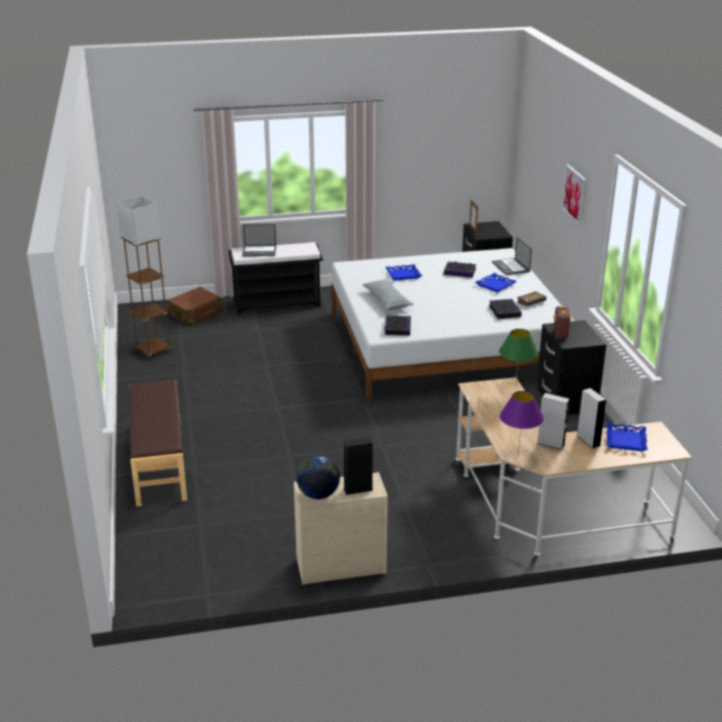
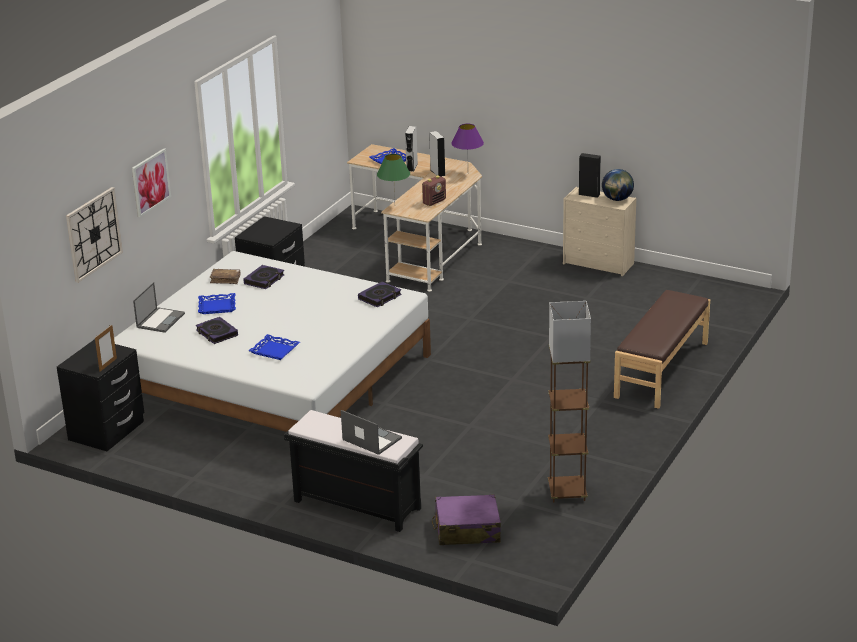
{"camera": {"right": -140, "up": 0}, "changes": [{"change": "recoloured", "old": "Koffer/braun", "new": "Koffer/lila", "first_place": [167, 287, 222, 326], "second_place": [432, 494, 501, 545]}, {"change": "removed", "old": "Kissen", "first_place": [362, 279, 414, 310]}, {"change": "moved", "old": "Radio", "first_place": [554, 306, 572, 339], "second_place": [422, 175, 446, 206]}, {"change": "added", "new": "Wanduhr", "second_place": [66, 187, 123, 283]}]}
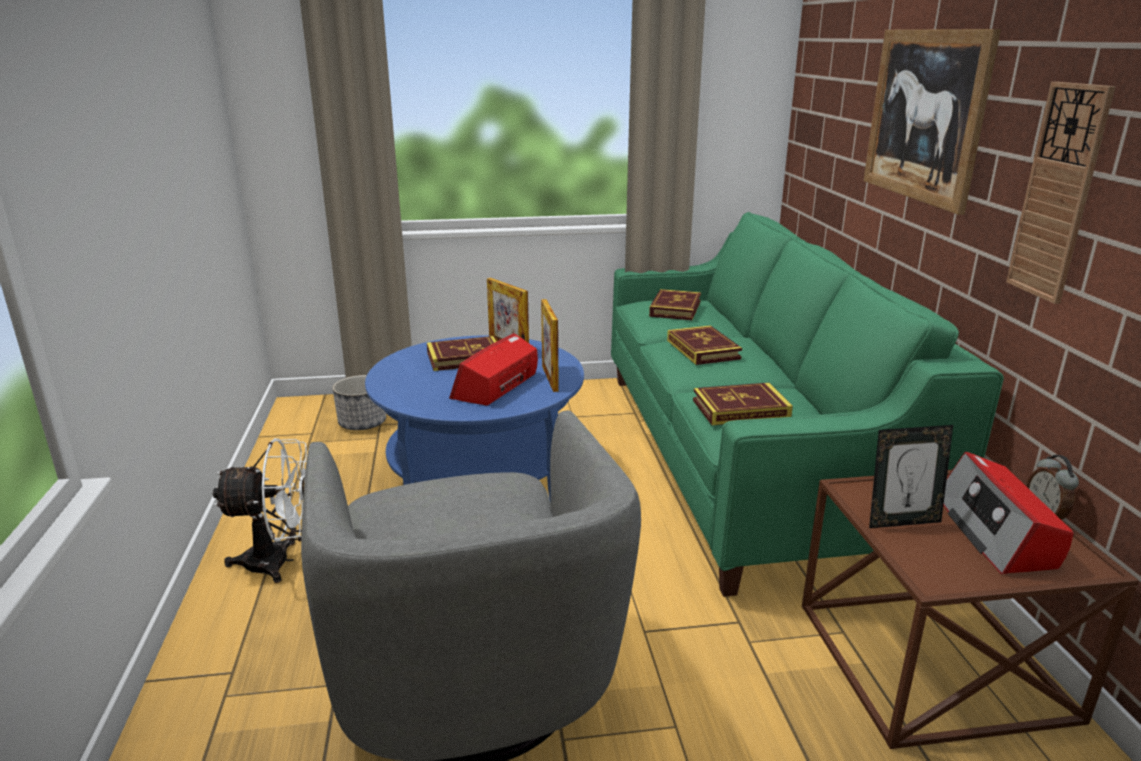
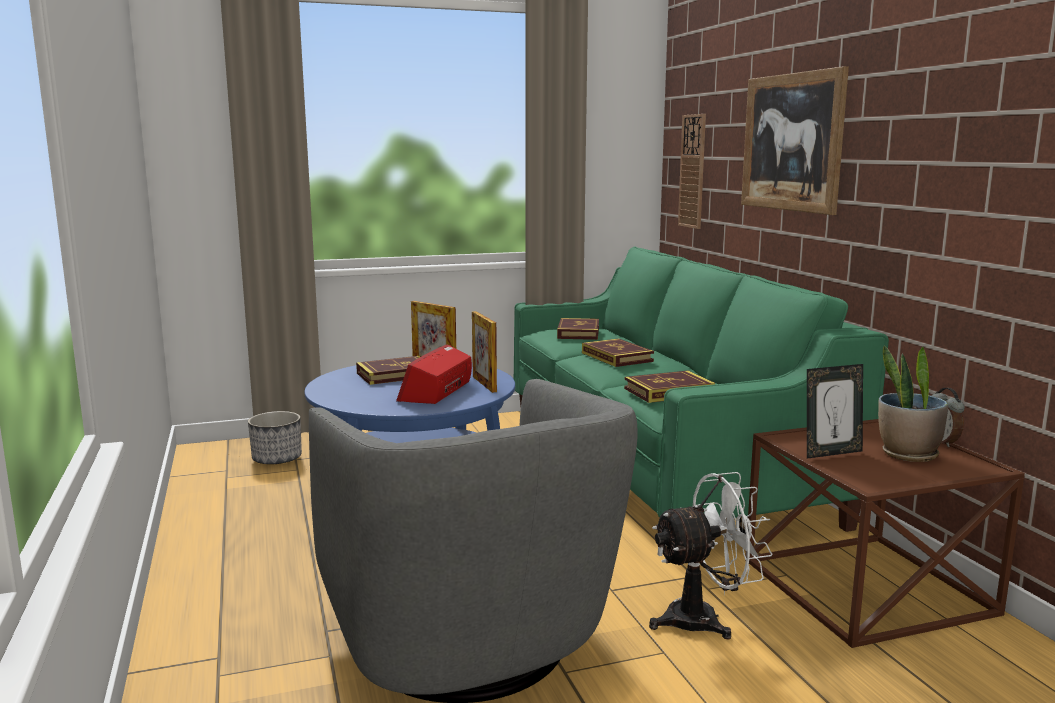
{"camera": {"right": -10, "up": -10}, "changes": [{"change": "moved", "old": "Ventilator/weiß", "first_place": [213, 438, 307, 583], "second_place": [649, 472, 773, 639]}, {"change": "replaced", "old": "Radio", "new": "Topfpflanze", "first_place": [943, 452, 1074, 574], "second_place": [878, 345, 948, 462]}, {"change": "moved", "old": "Wanduhr", "first_place": [1006, 82, 1115, 304], "second_place": [678, 114, 706, 229]}]}
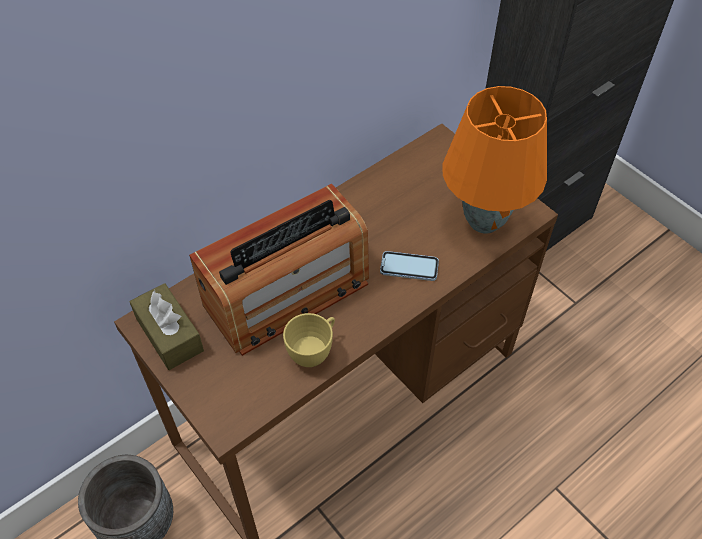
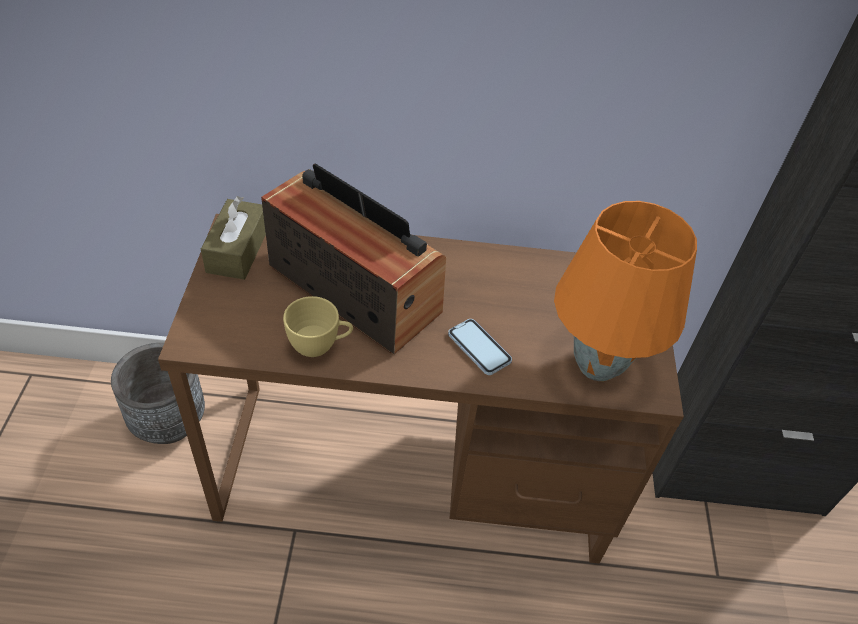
{"camera": {"right": 40, "up": -5}, "changes": [{"change": "turned", "old": "Radio", "first_place": [189, 183, 369, 356], "second_place": [261, 163, 446, 354], "degrees": -150}]}
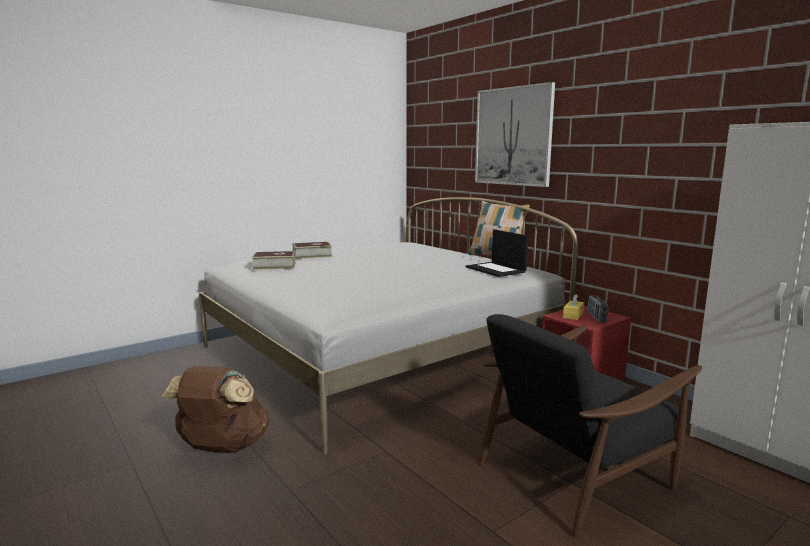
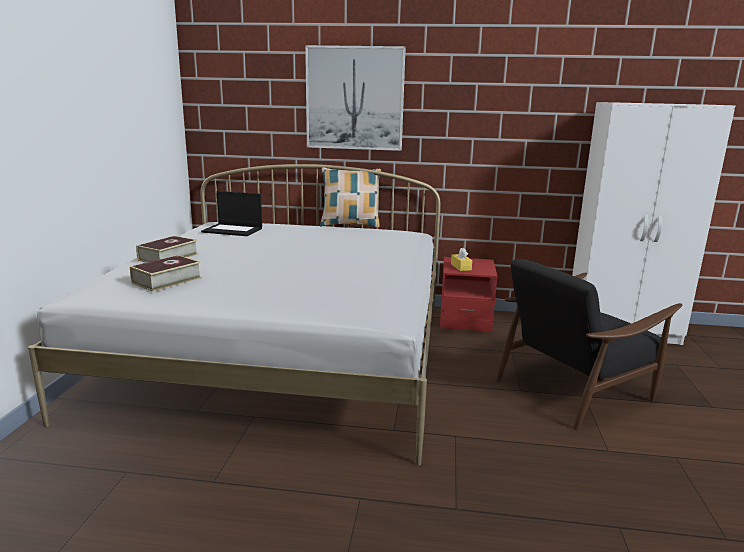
{"camera": {"right": -45, "up": 5}, "changes": [{"change": "removed", "old": "Rucksack/braun", "first_place": [161, 366, 269, 453]}, {"change": "moved", "old": "Laptop", "first_place": [466, 229, 528, 277], "second_place": [201, 191, 262, 236]}, {"change": "turned", "old": "Sessel/schwarz", "first_place": [479, 314, 702, 538], "second_place": [496, 259, 682, 430], "degrees": 45}, {"change": "removed", "old": "Radio", "first_place": [588, 295, 608, 322]}]}
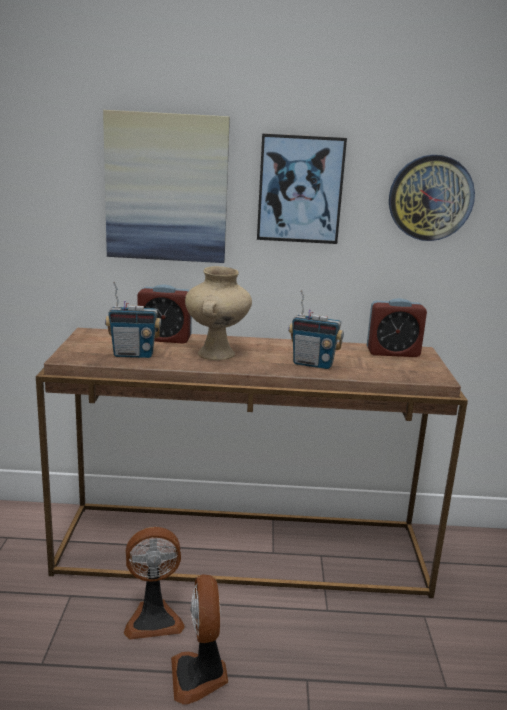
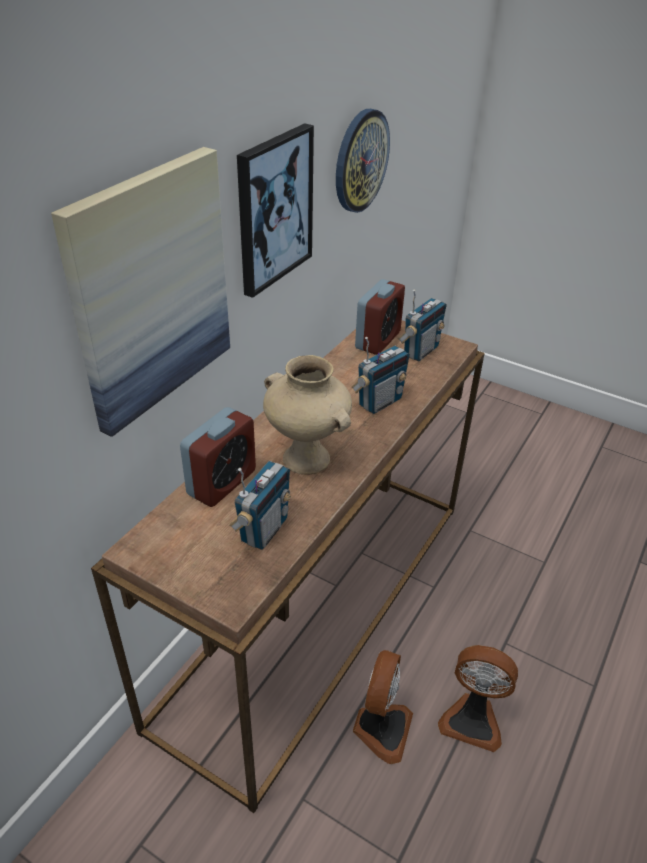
{"camera": {"right": -60, "up": 20}, "changes": [{"change": "added", "new": "Radio", "second_place": [398, 289, 447, 361]}]}
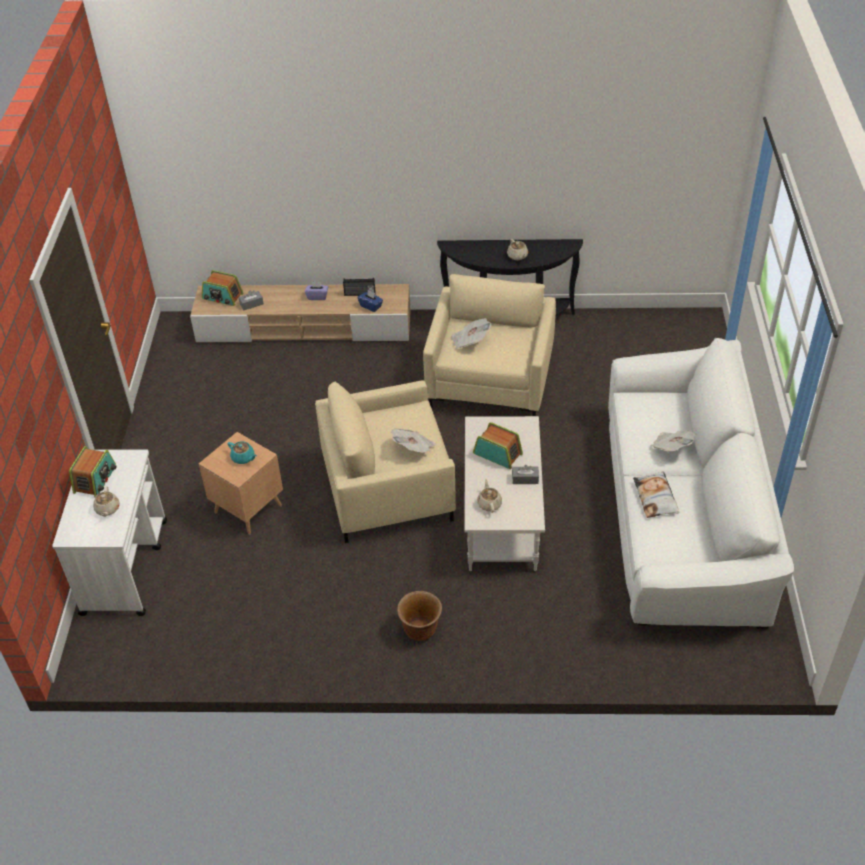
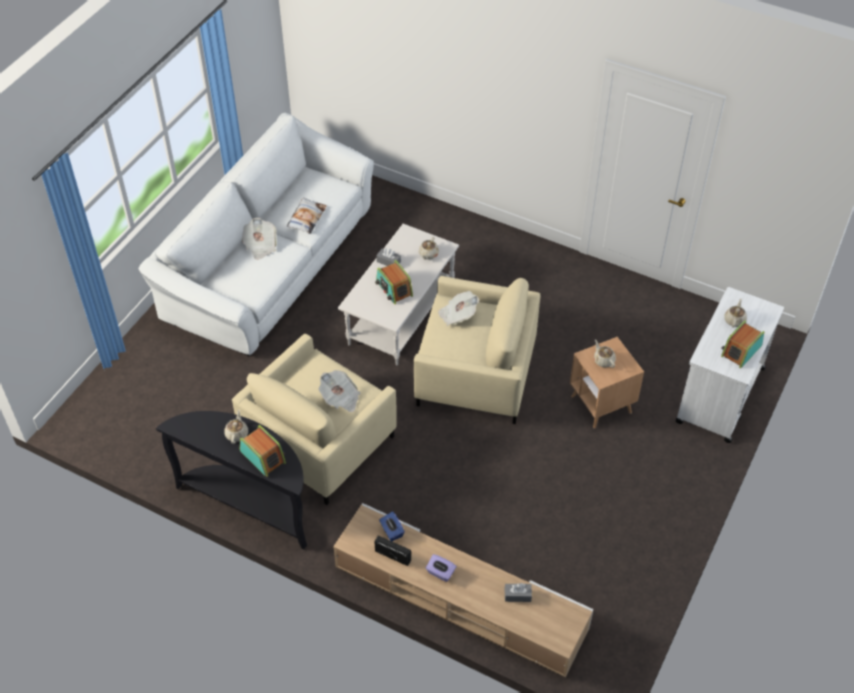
{"camera": {"right": -155, "up": 5}, "changes": [{"change": "moved", "old": "Radio", "first_place": [202, 270, 244, 306], "second_place": [240, 425, 286, 477]}, {"change": "recoloured", "old": "Teekanne/türkis", "new": "Teekanne/beige", "first_place": [228, 441, 257, 464], "second_place": [594, 340, 616, 368]}, {"change": "removed", "old": "Pflanzkübel/braun", "first_place": [397, 591, 442, 641]}]}
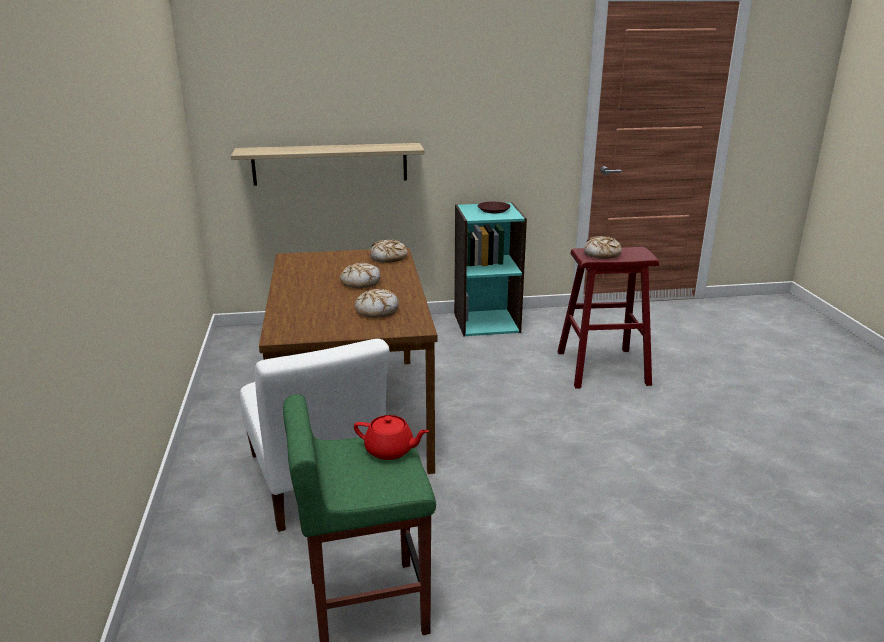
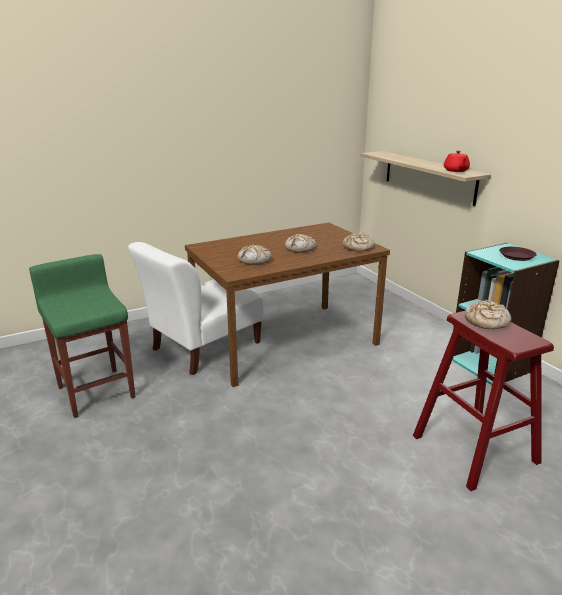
{"camera": {"right": 70, "up": 0}, "changes": [{"change": "moved", "old": "Teekanne/rot", "first_place": [354, 415, 429, 460], "second_place": [444, 151, 470, 172]}]}
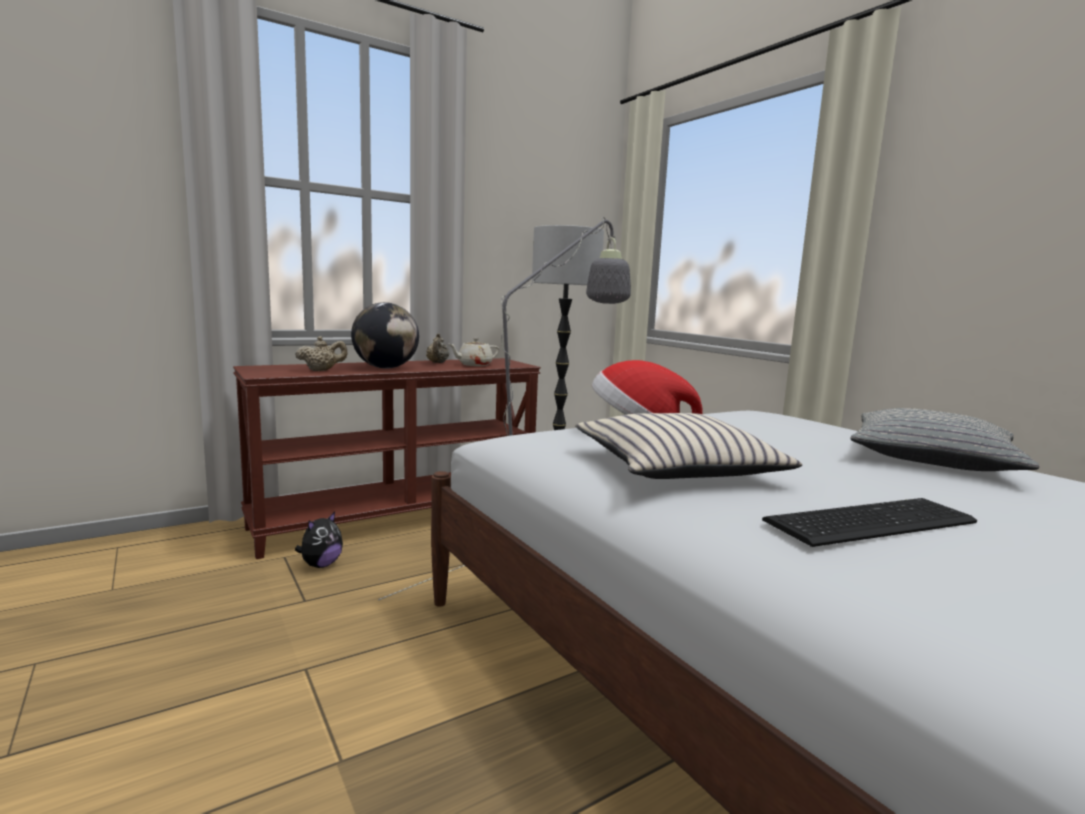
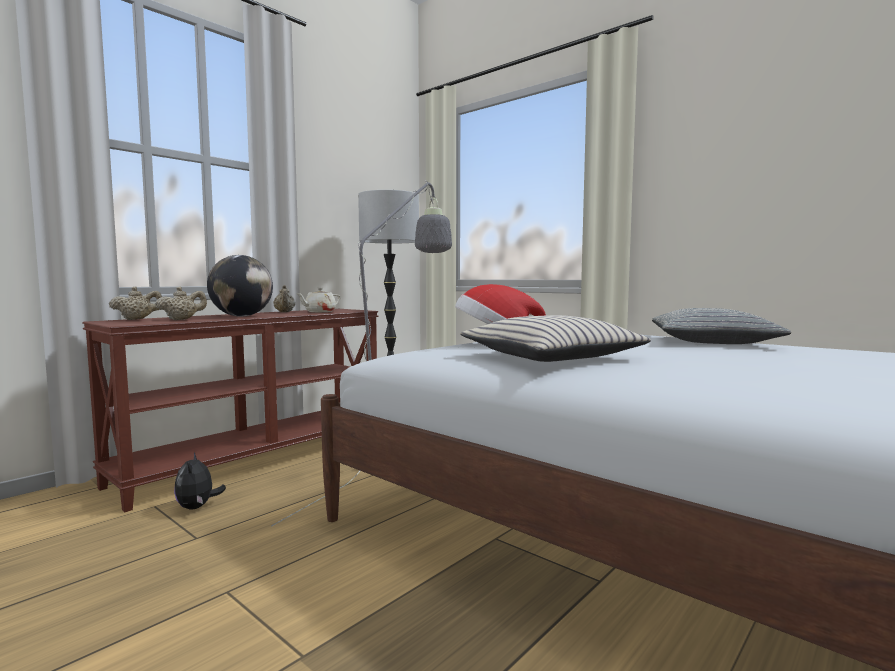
{"camera": {"right": -15, "up": -5}, "changes": [{"change": "turned", "old": "Plüschtier", "first_place": [295, 512, 343, 568], "second_place": [174, 453, 226, 510], "degrees": 150}, {"change": "removed", "old": "Tastatur", "first_place": [762, 498, 977, 547]}, {"change": "added", "new": "Teekanne/beige", "second_place": [109, 286, 162, 320]}]}
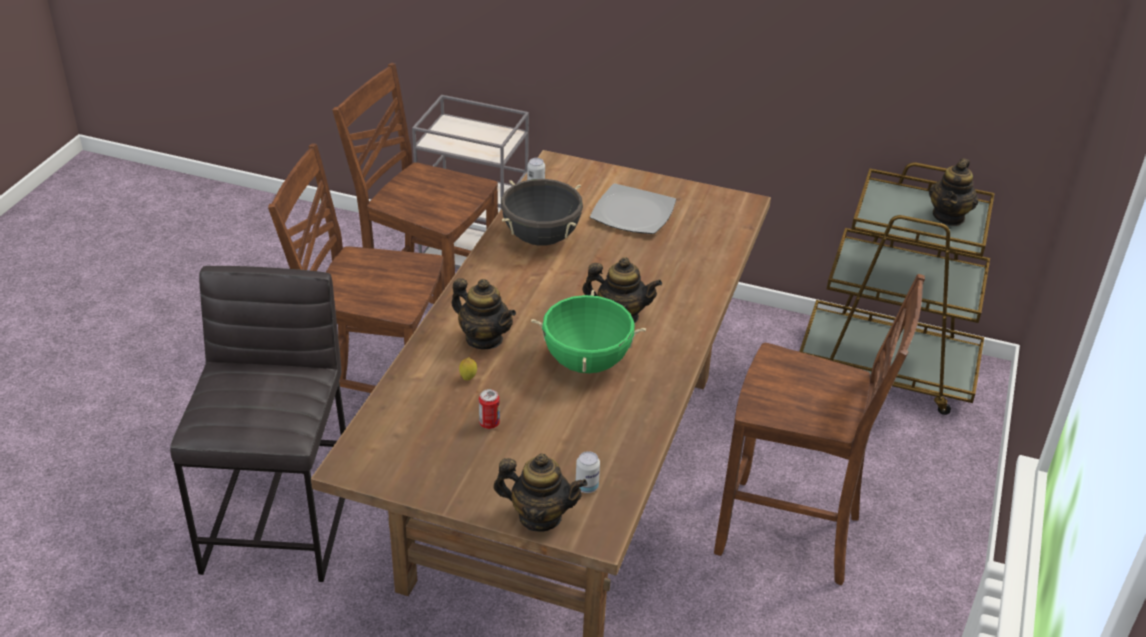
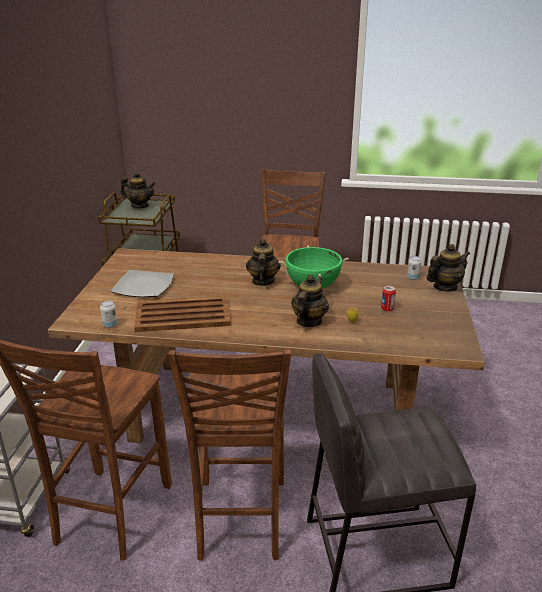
{"camera": {"right": -100, "up": -10}, "changes": [{"change": "turned", "old": "Teekanne", "first_place": [493, 453, 588, 532], "second_place": [427, 244, 470, 292], "degrees": 60}, {"change": "replaced", "old": "Kochtopf/schwarz", "new": "Tablett/braun", "first_place": [501, 179, 583, 246], "second_place": [134, 296, 231, 332]}]}
